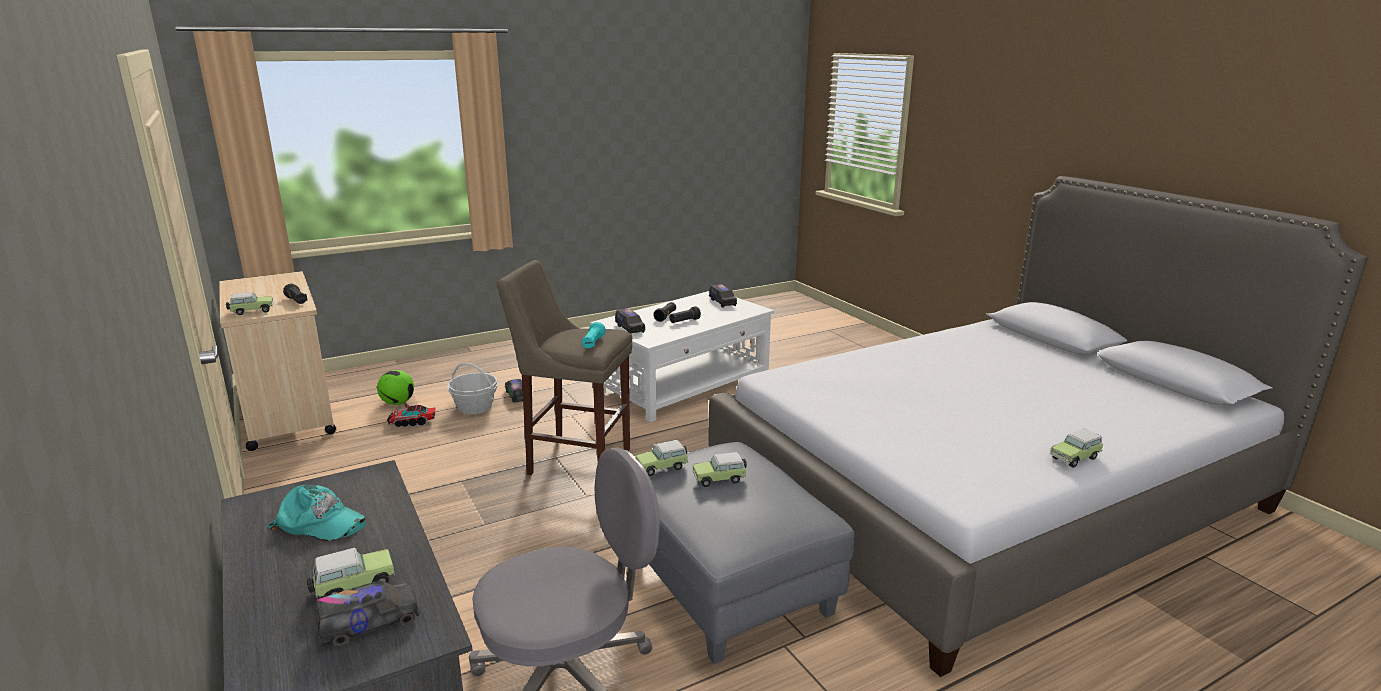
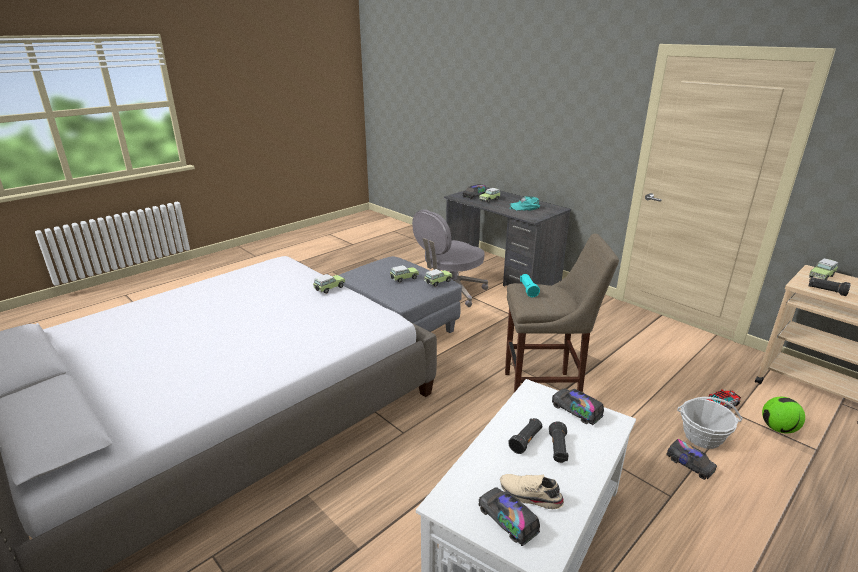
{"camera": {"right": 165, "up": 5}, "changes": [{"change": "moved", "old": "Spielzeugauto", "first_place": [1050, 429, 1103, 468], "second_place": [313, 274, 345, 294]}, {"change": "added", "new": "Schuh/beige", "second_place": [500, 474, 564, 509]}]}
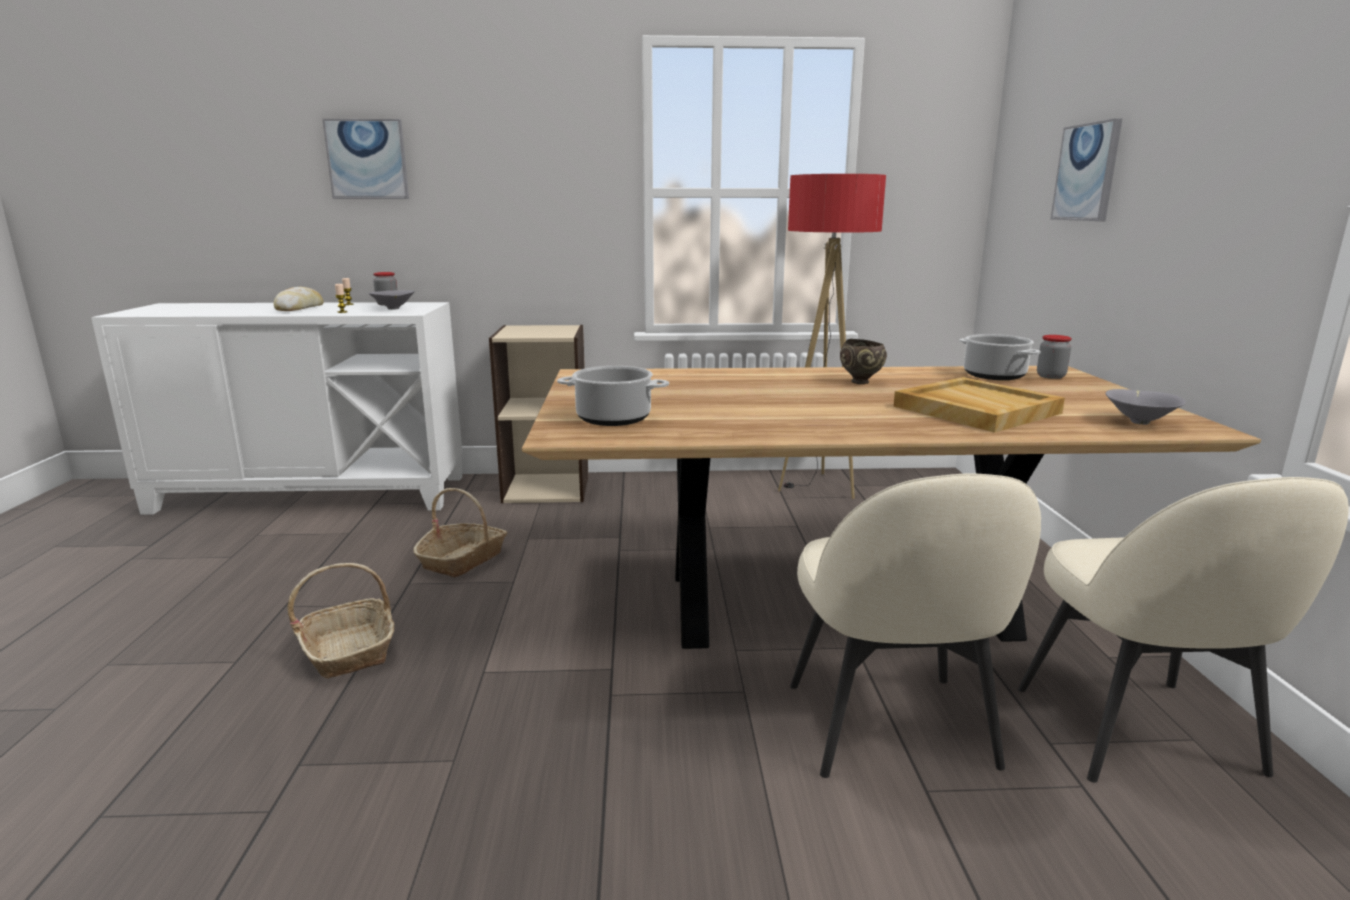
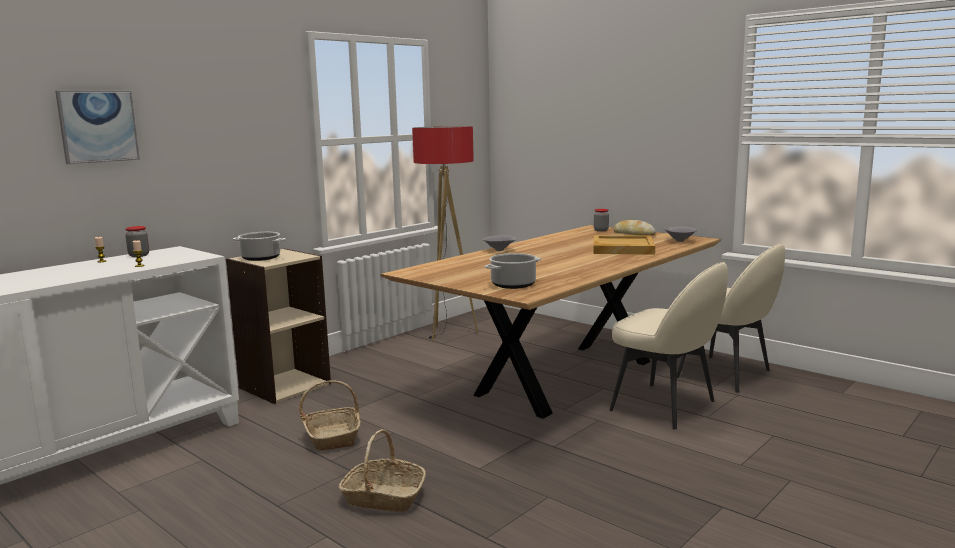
{"camera": {"right": -45, "up": -5}, "changes": [{"change": "moved", "old": "Brot", "first_place": [274, 287, 324, 311], "second_place": [613, 220, 656, 236]}, {"change": "moved", "old": "Schüssel/grau", "first_place": [368, 290, 415, 310], "second_place": [483, 235, 517, 251]}, {"change": "removed", "old": "Schüssel/braun", "first_place": [840, 339, 887, 384]}, {"change": "moved", "old": "Kochtopf", "first_place": [959, 334, 1041, 380], "second_place": [233, 232, 286, 261]}, {"change": "removed", "old": "Bild", "first_place": [1051, 118, 1123, 221]}]}
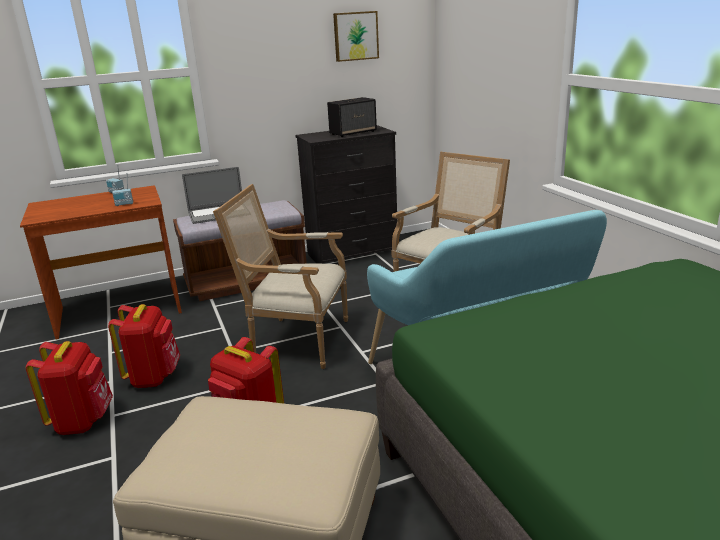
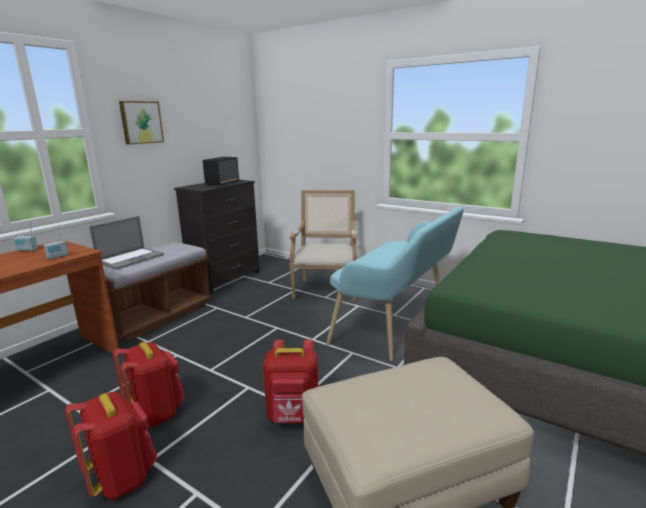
{"camera": {"right": -35, "up": -5}, "changes": [{"change": "removed", "old": "Sessel", "first_place": [213, 184, 348, 369]}, {"change": "moved", "old": "Bild", "first_place": [333, 11, 379, 62], "second_place": [119, 101, 164, 145]}]}
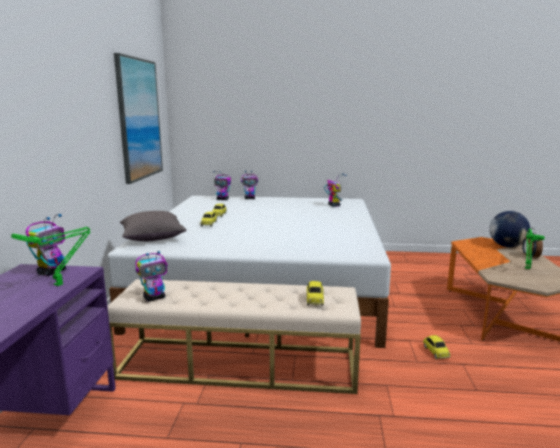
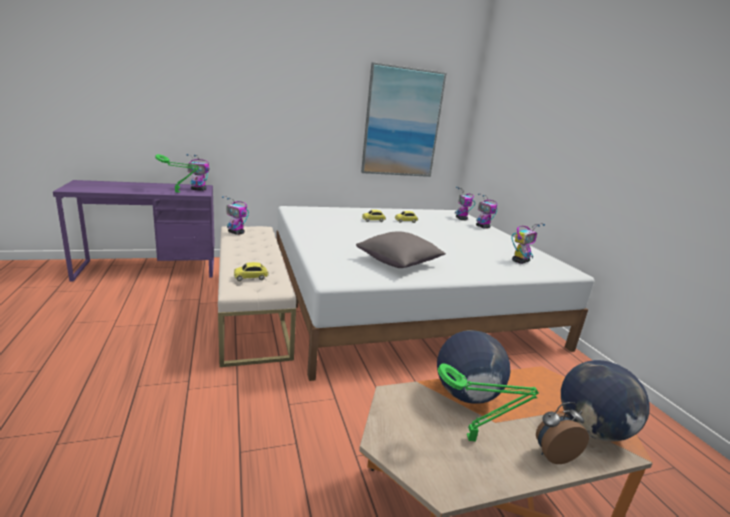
{"camera": {"right": 65, "up": 5}, "changes": [{"change": "moved", "old": "Kissen/grau", "first_place": [120, 211, 187, 241], "second_place": [356, 231, 446, 268]}, {"change": "removed", "old": "Spielzeugauto", "first_place": [423, 335, 451, 359]}, {"change": "added", "new": "Globus", "second_place": [437, 330, 510, 404]}]}
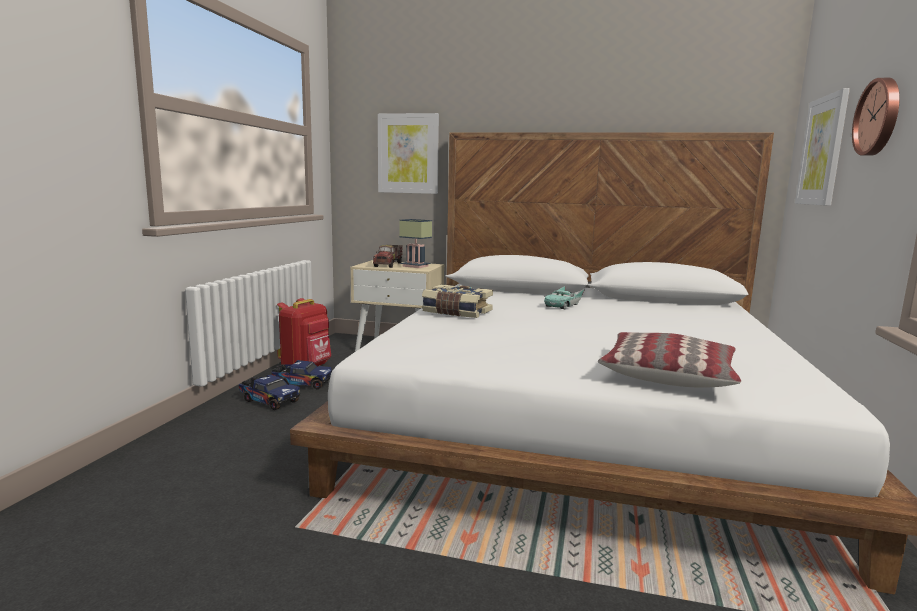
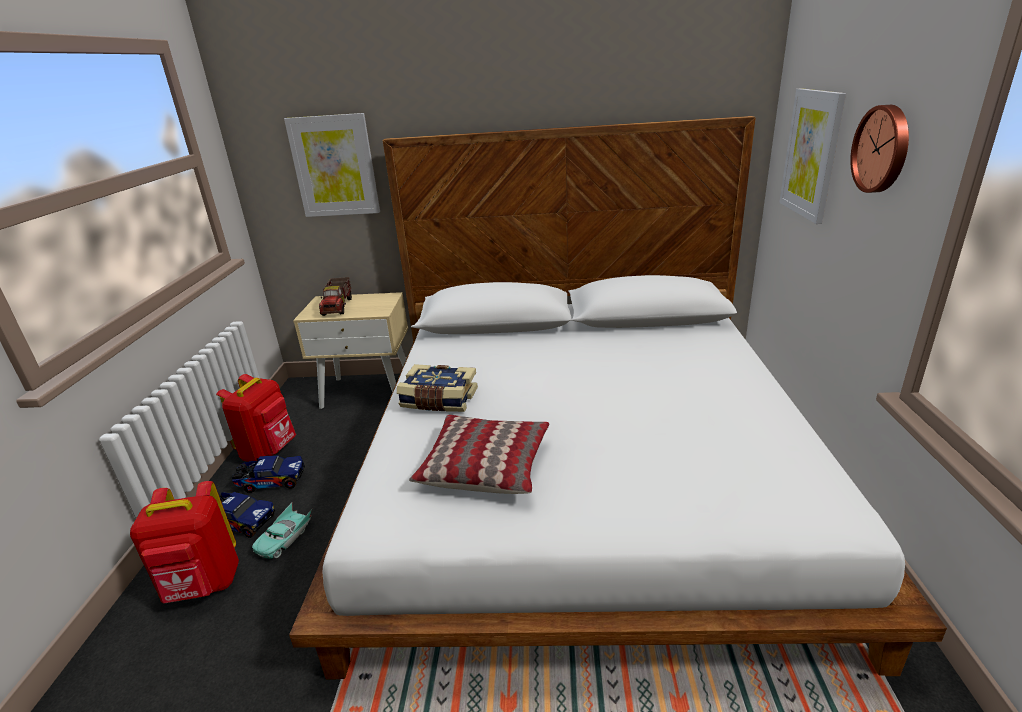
{"camera": {"right": -10, "up": 15}, "changes": [{"change": "removed", "old": "Tischlampe", "first_place": [399, 219, 432, 268]}, {"change": "moved", "old": "Spielzeugauto/türkis", "first_place": [544, 286, 585, 309], "second_place": [252, 503, 312, 559]}, {"change": "moved", "old": "Kissen", "first_place": [598, 332, 741, 388], "second_place": [409, 415, 549, 494]}, {"change": "added", "new": "Rucksack/rot", "second_place": [130, 481, 239, 603]}]}
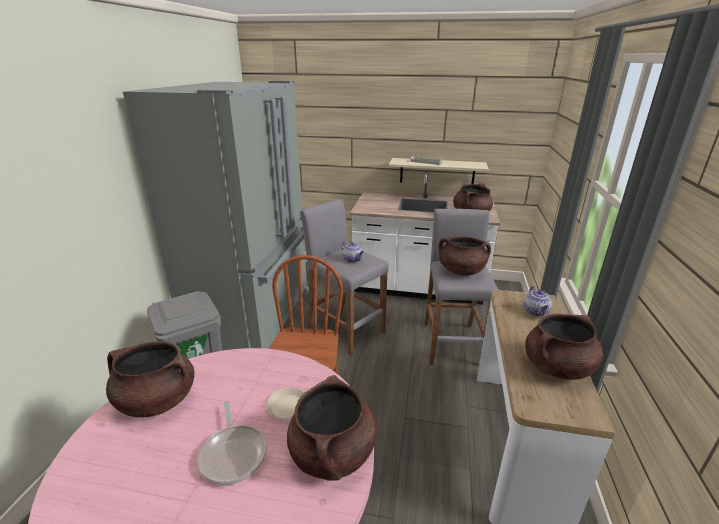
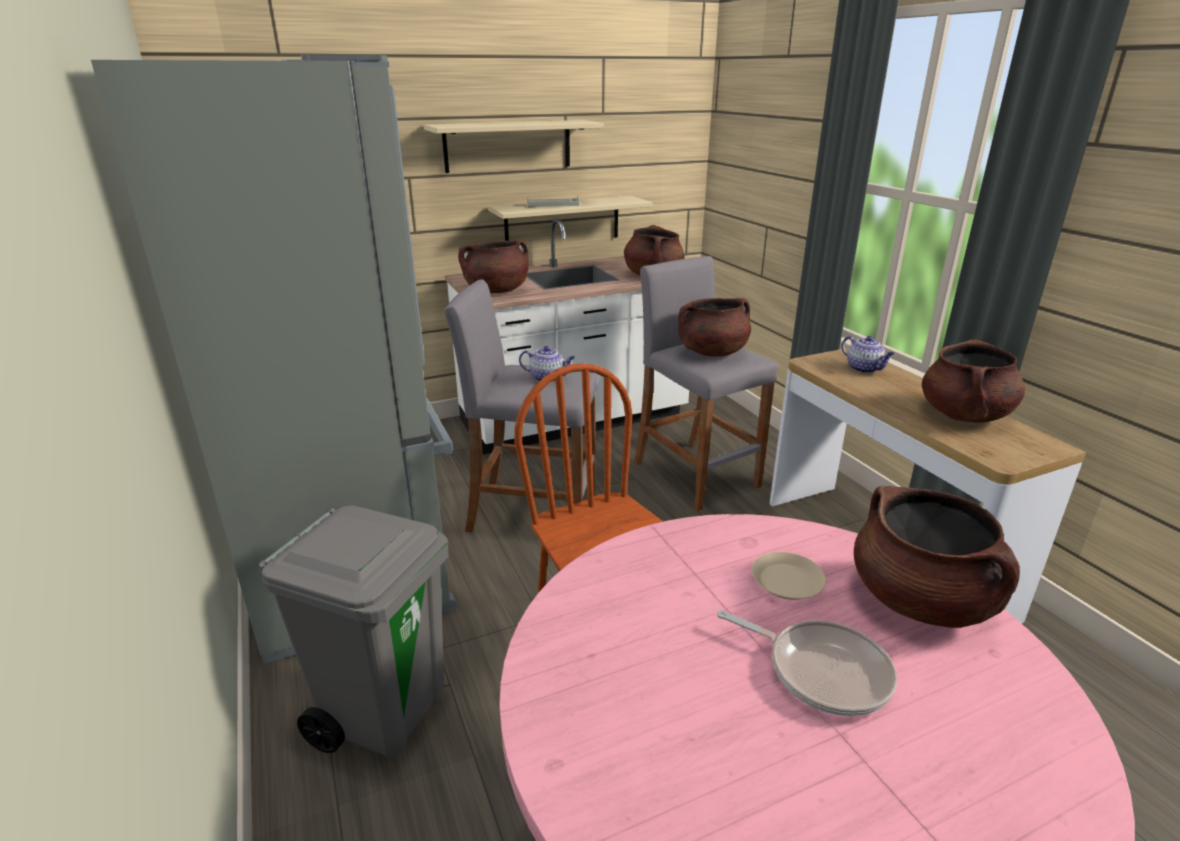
{"camera": {"right": -35, "up": 0}, "changes": [{"change": "moved", "old": "Kochtopf/braun", "first_place": [106, 341, 194, 417], "second_place": [458, 240, 529, 293]}, {"change": "added", "new": "Wandregal/beige", "second_place": [424, 120, 604, 173]}]}
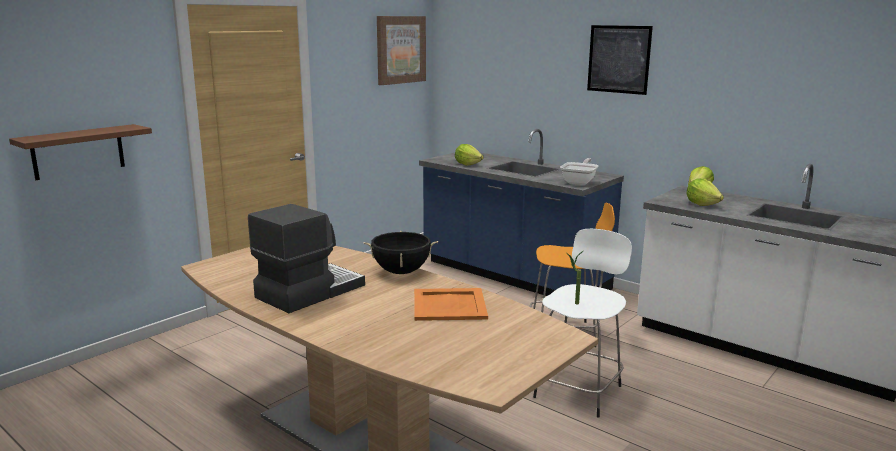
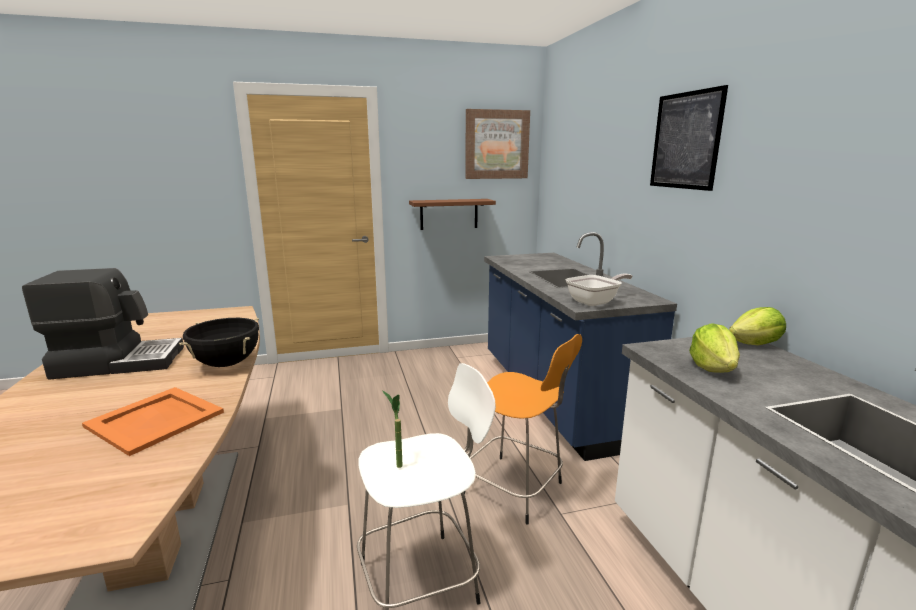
{"camera": {"right": 35, "up": 0}, "changes": [{"change": "moved", "old": "Wandregal/braun", "first_place": [9, 124, 152, 180], "second_place": [409, 199, 496, 230]}, {"change": "removed", "old": "Salatkopf", "first_place": [455, 144, 484, 165]}]}
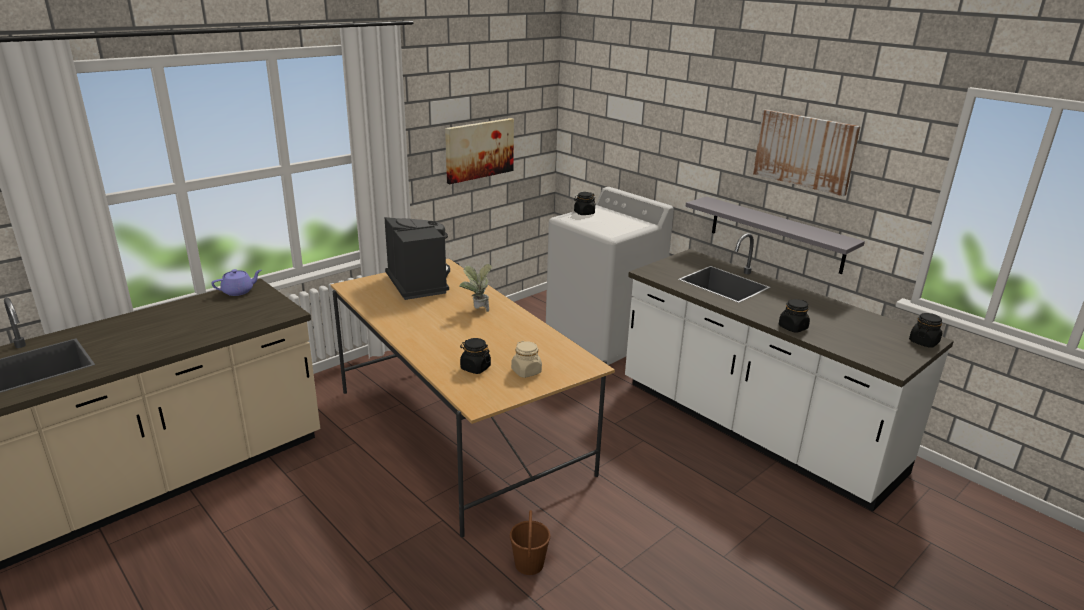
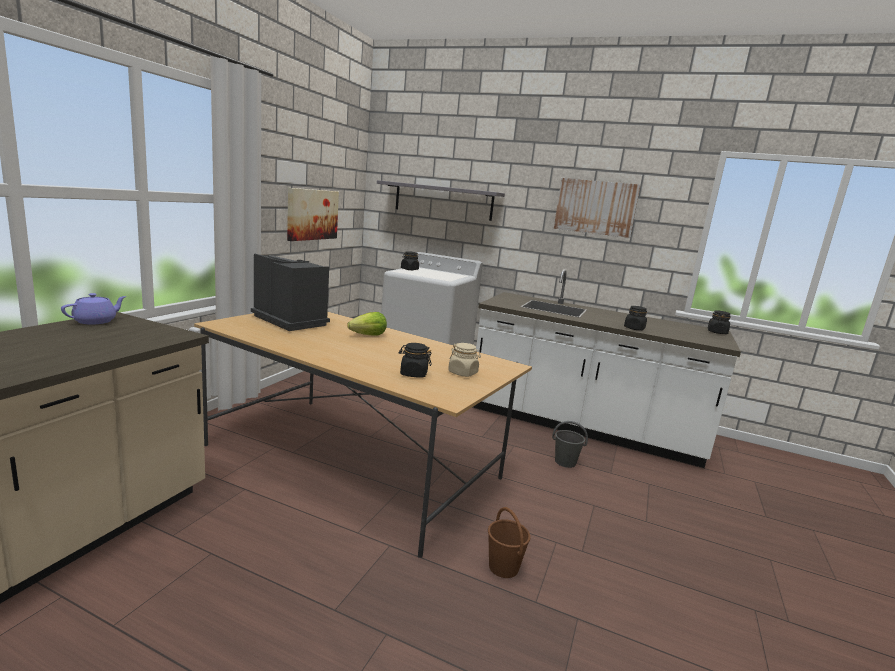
{"camera": {"right": -25, "up": -10}, "changes": [{"change": "replaced", "old": "Topfpflanze", "new": "Salatkopf", "first_place": [459, 264, 492, 312], "second_place": [347, 312, 387, 335]}, {"change": "moved", "old": "Wandregal/grau", "first_place": [685, 196, 865, 274], "second_place": [377, 180, 505, 221]}, {"change": "added", "new": "Eimer/grau", "second_place": [552, 421, 588, 468]}]}
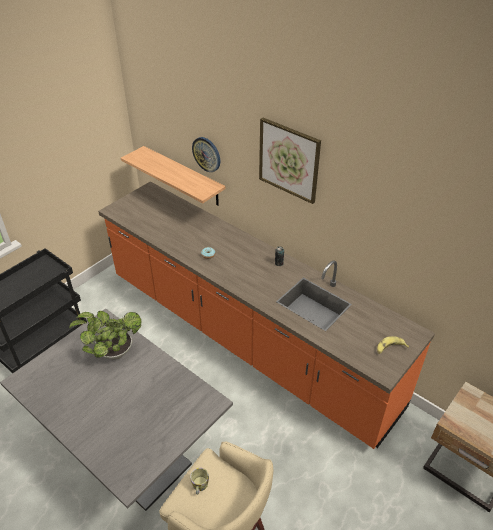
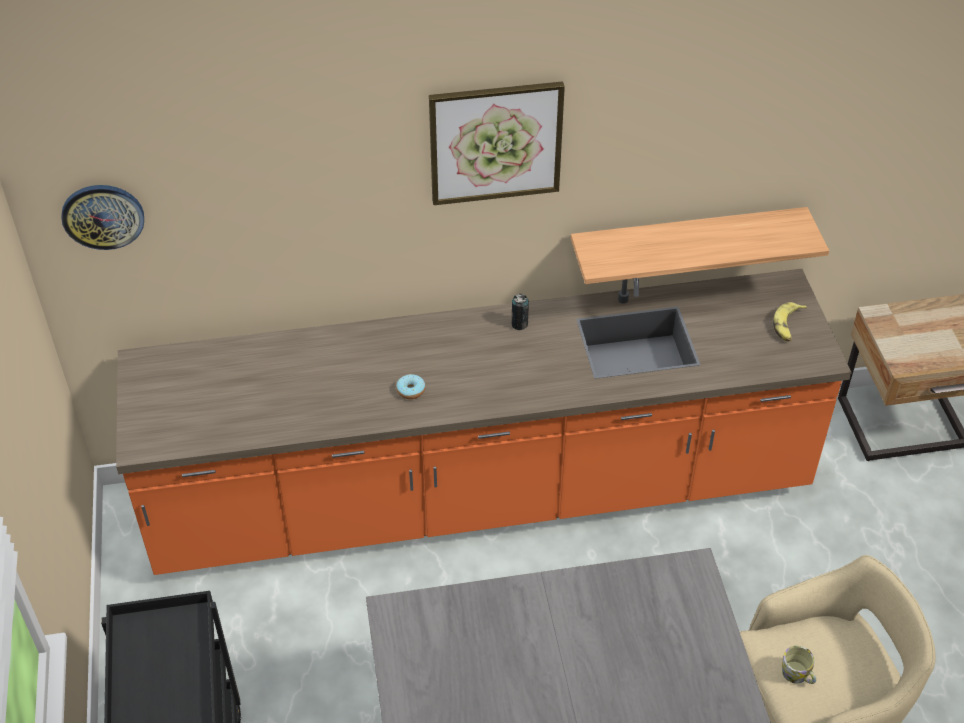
{"camera": {"right": -50, "up": 5}, "changes": [{"change": "removed", "old": "Topfpflanze", "first_place": [69, 311, 142, 359]}, {"change": "moved", "old": "Wandregal", "first_place": [121, 146, 226, 205], "second_place": [571, 207, 829, 284]}, {"change": "moved", "old": "Wanduhr", "first_place": [192, 137, 220, 172], "second_place": [61, 185, 144, 250]}]}
